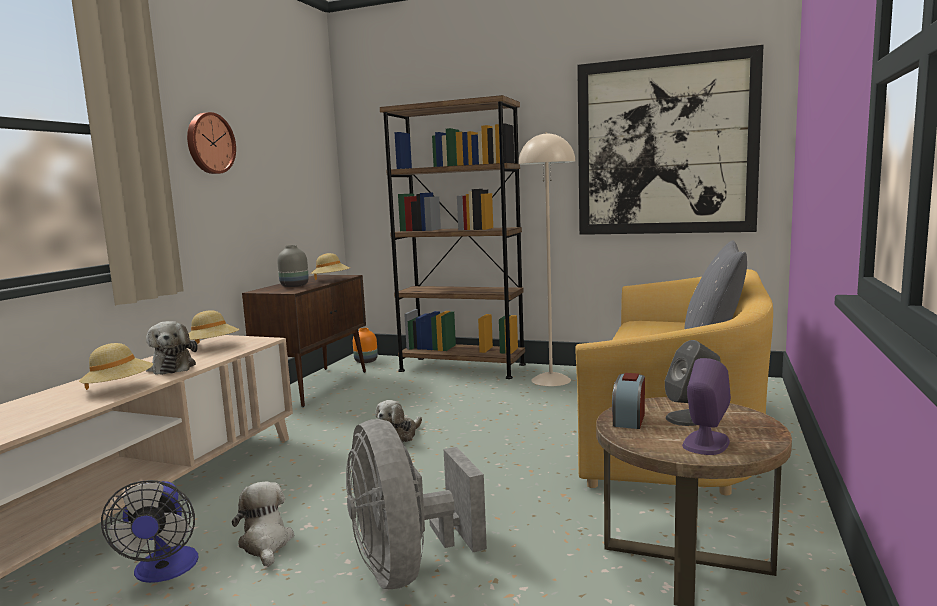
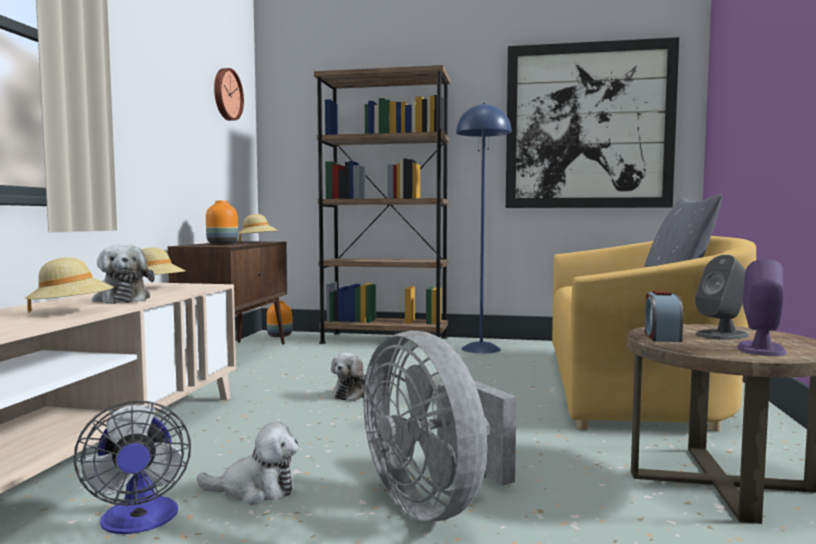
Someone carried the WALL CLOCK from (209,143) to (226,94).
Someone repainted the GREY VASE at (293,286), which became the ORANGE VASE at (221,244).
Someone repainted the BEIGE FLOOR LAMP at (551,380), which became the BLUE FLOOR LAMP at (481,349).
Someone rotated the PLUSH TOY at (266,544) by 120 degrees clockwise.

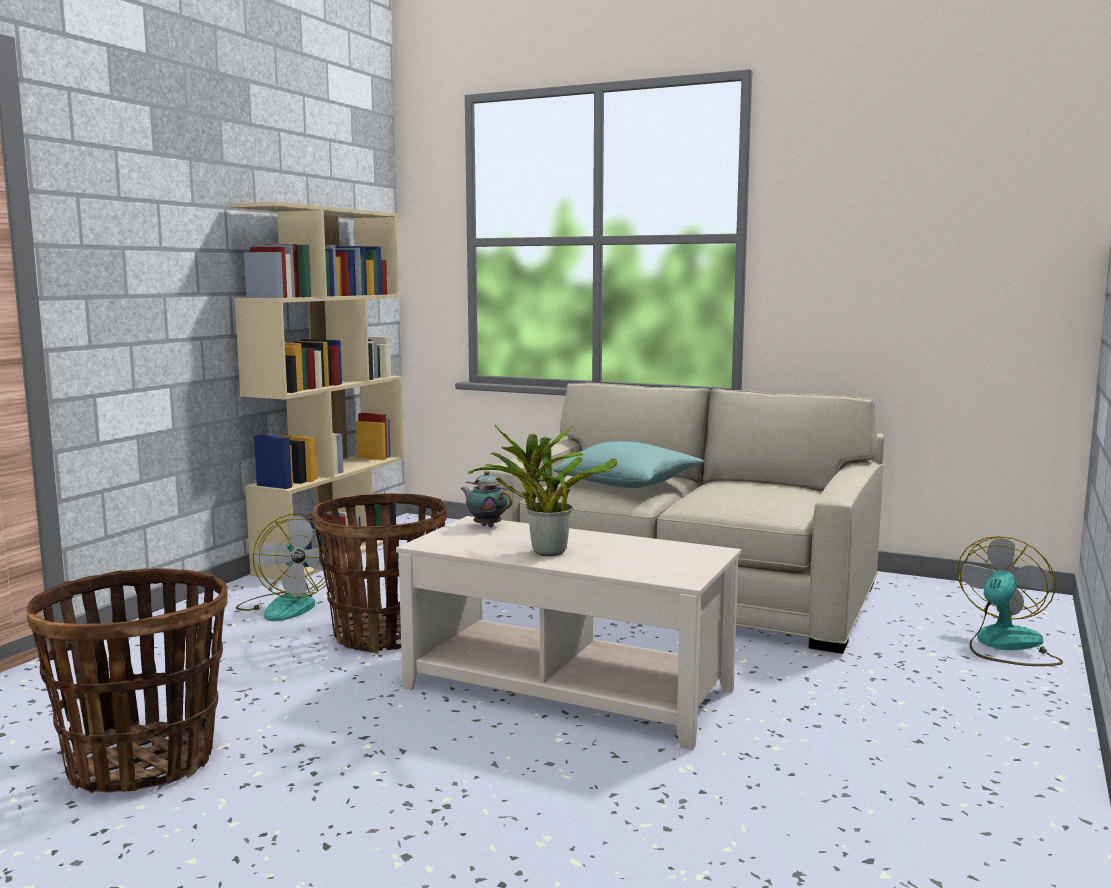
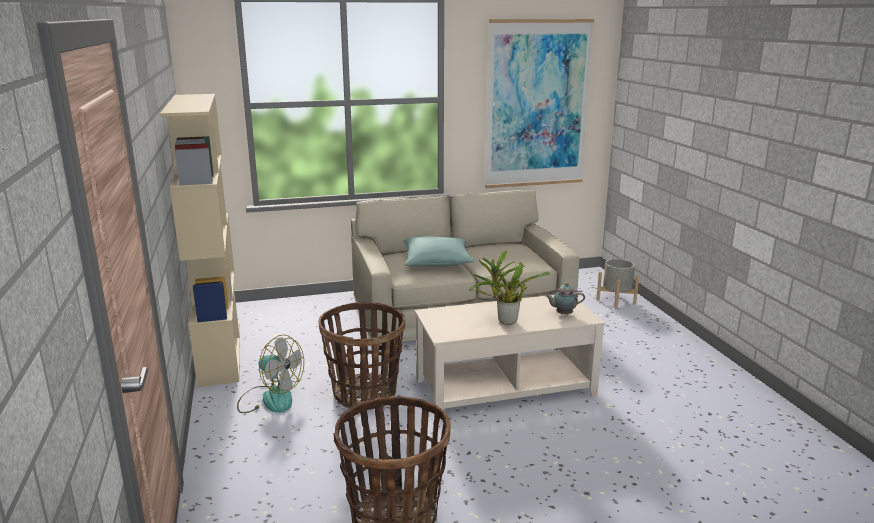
Someone put up the PICTURE at (537,105).
Someone carried the TEAPOT from (486,526) to (563,314).
Someone swapped the FAN at (1006,646) for the GREY PLANTER at (616,301).

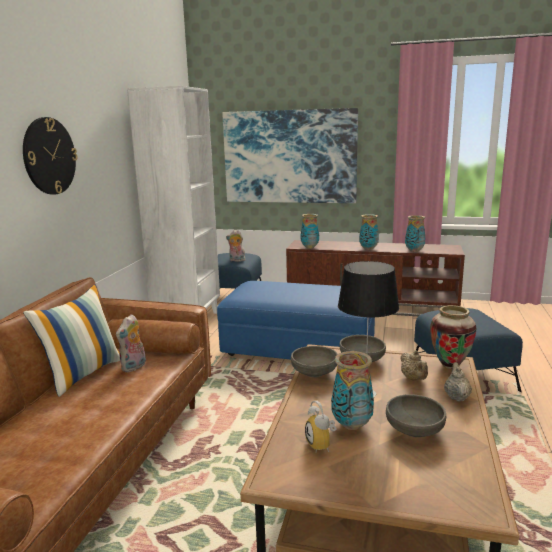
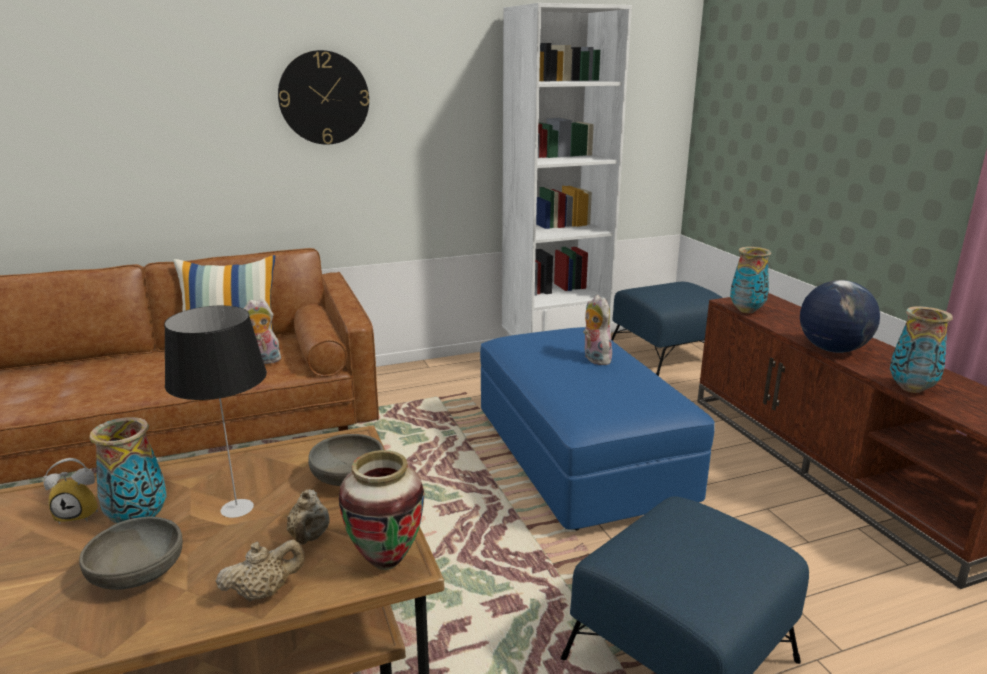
Someone took away the PICTURE at (289,157).
Someone took away the GREY BOWL at (314,373).
Someone carried the PLUSH TOY from (236,260) to (594,359).
Someone swapped the VASE at (368,249) for the GLOBE at (832,349).
Someone rotated the ALARM CLOCK at (322,445) by 135 degrees counterclockwise.
Someone rotated the BEIGE TEAPOT at (413,379) by 45 degrees counterclockwise.

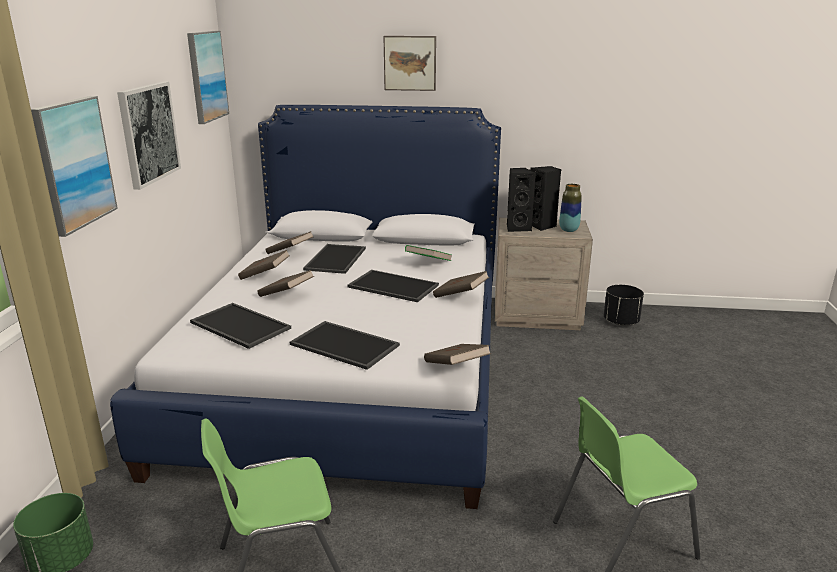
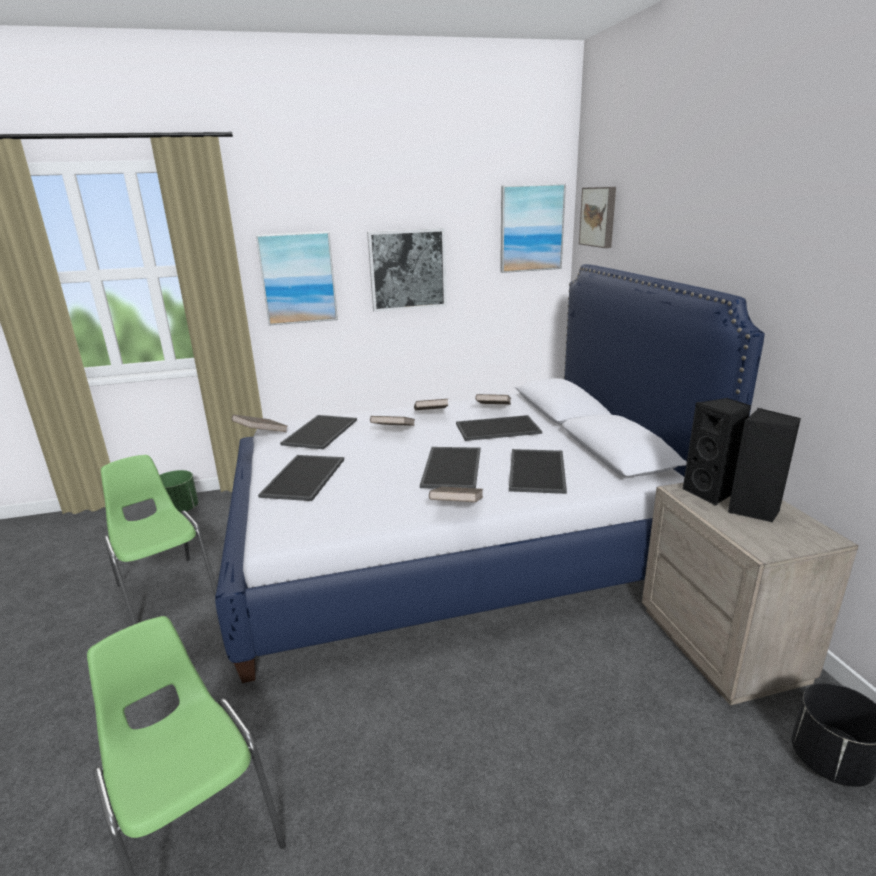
Someone took away the VASE at (568,230).
Someone carried the PICTURE from (410,63) to (599,217).
Someone carried the BROWN BOOK from (456,367) to (261,434).
Someone swapped the GREEN BOOK at (428,263) for the TRAY at (538,471).

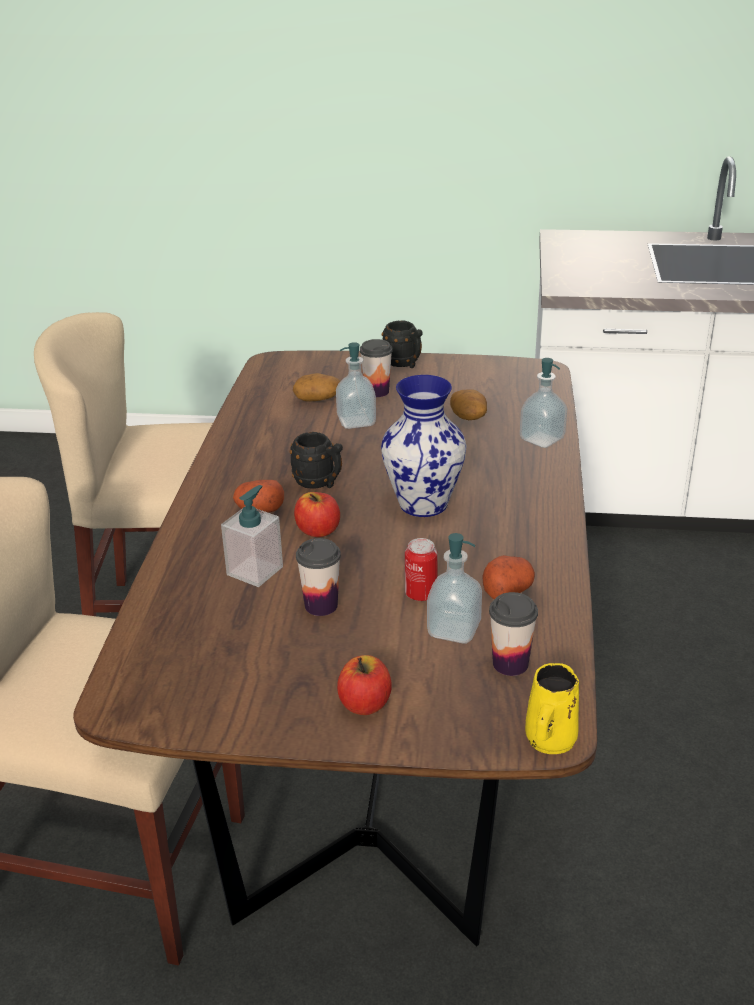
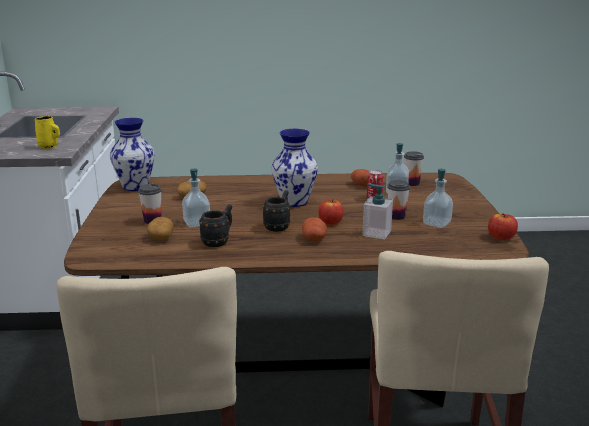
Someone put down the VASE at (136,186).
Someone carried the APPLE from (365,704) to (501,237).
Someone carried the BLACK MUG from (404,364) to (218,241).
Someone carried the SOAP DISPENSER from (542,439) to (436,223).
Someone carried the YELLOW MUG from (549,741) to (49,147).

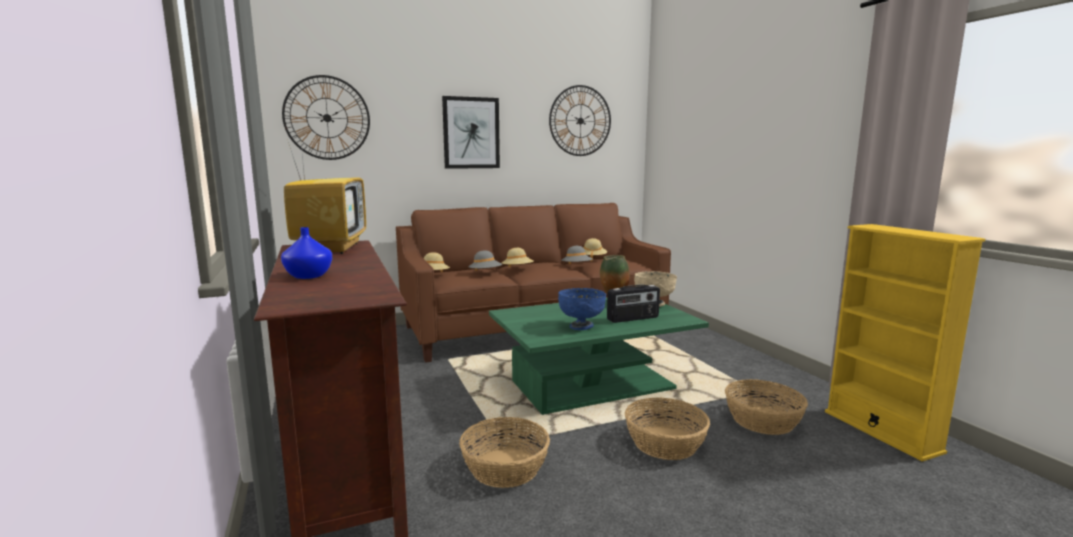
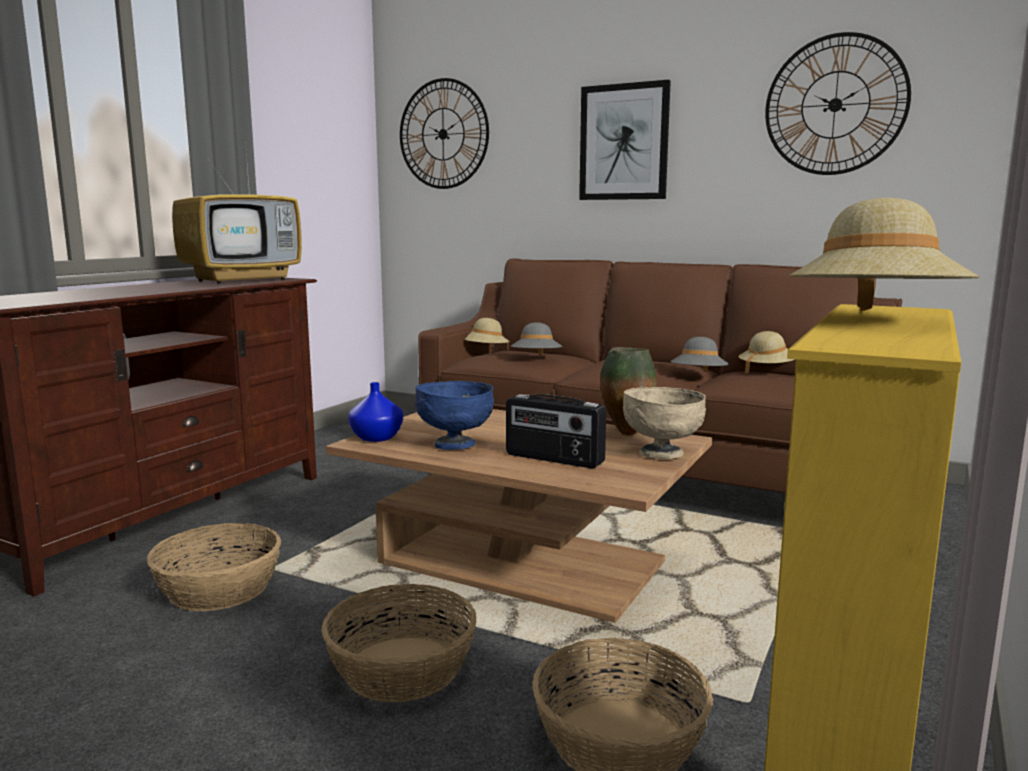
Someone carried the BLUE VASE from (308,276) to (376,437).
Someone carried the BEIGE HAT from (517,270) to (875,320).
Someone repainted the GREEN COFFEE TABLE at (593,385), which became the BROWN COFFEE TABLE at (522,563).

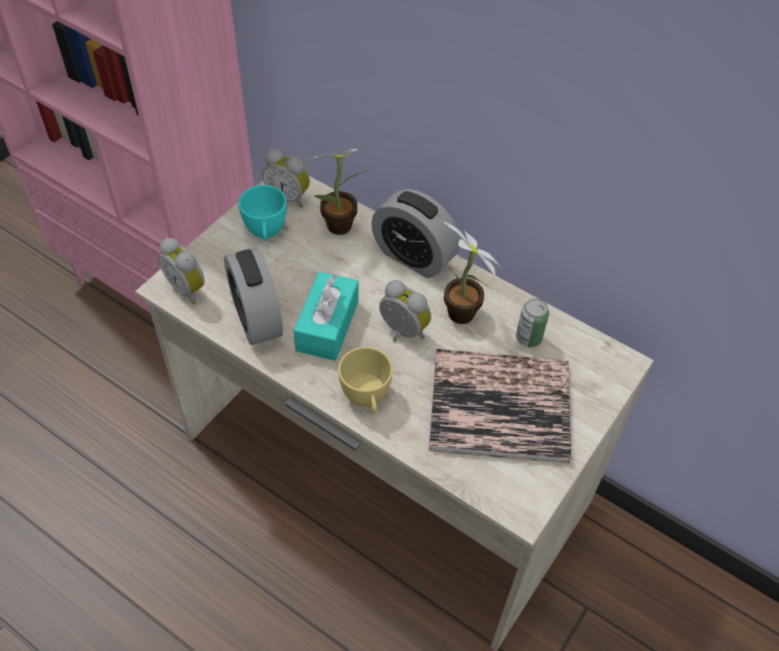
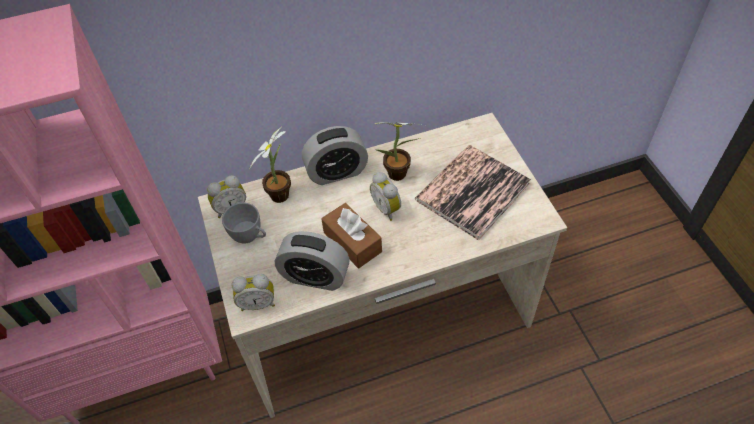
Someone took away the YELLOW CUP at (366,399).
Someone took away the CAN at (528,338).
Someone repainted the TURQUOISE CUP at (265,233), which became the GREY CUP at (250,236).
Someone repainted the TURQUOISE TISSUE BOX at (327,326), which became the BROWN TISSUE BOX at (352,242).
Someone rotated the ALARM CLOCK at (402,332) by 105 degrees counterclockwise.

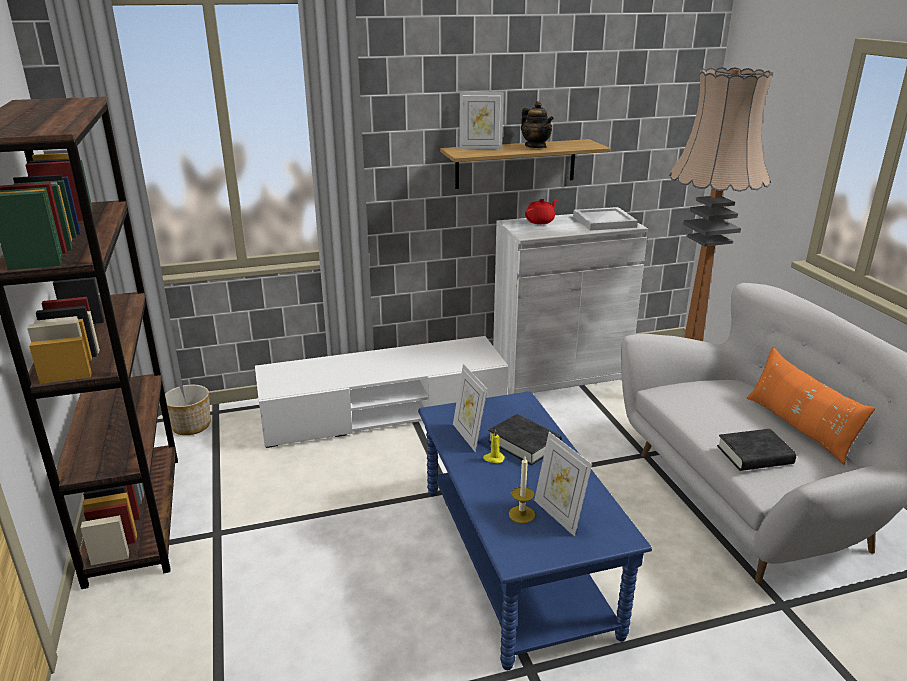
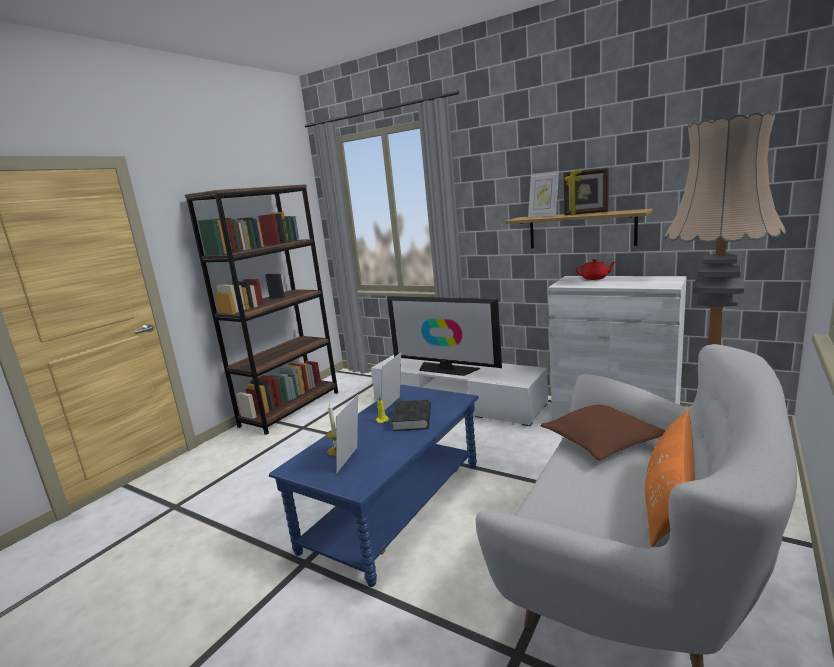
Someone took away the PLANTER at (192,426).
Someone took away the WHITE TRAY at (605,222).
Someone took away the BLACK BOOK at (754,455).
Someone put down the TELEVISION at (446,369).
Someone put down the BROWN PILLOW at (601,441).
Someone swapped the TEAPOT at (536,146) for the PICTURE FRAME at (585,214).

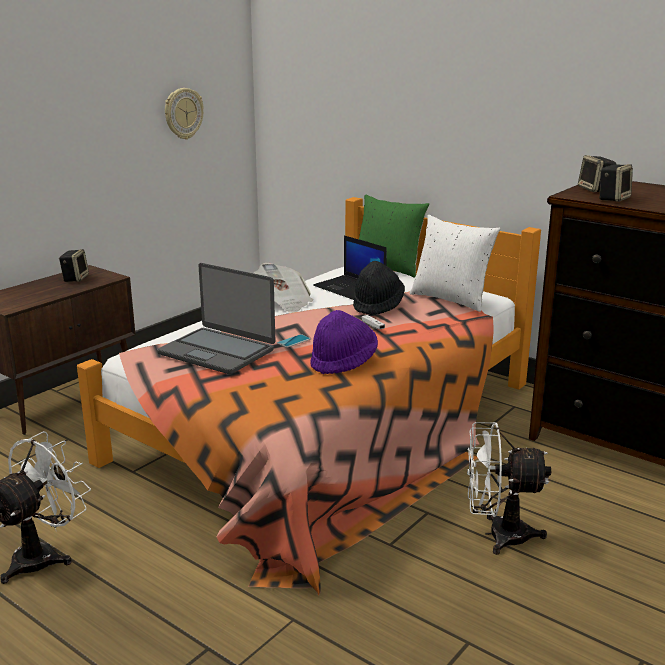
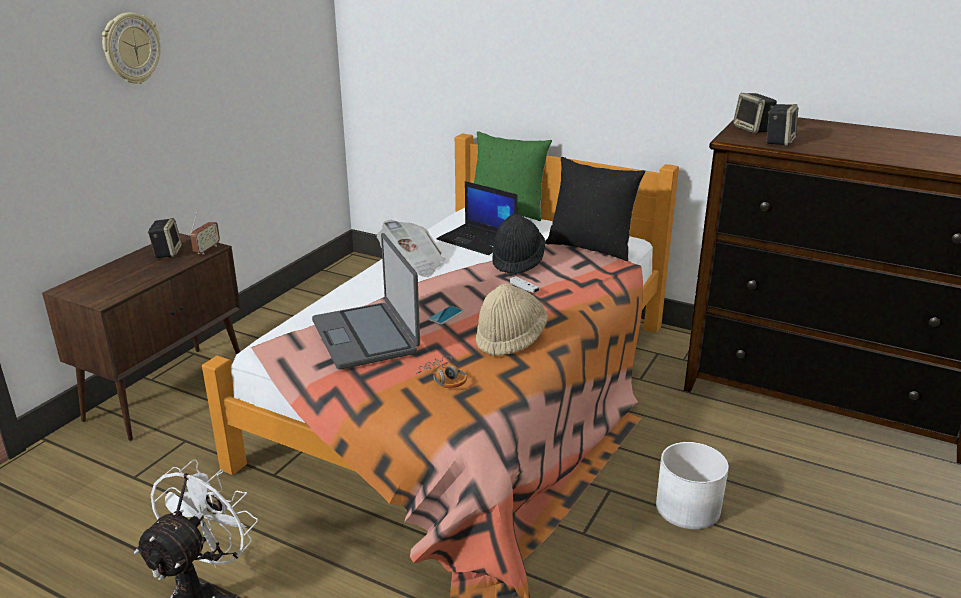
Someone put down the RADIO at (207,249).
Someone put down the HEADPHONES at (444,378).
Someone carried the WALL CLOCK from (183,113) to (131,48).
Someone swapped the WHITE FAN at (497,535) for the WHITE PLANTER at (688,508).
Someone repainted the PURPLE HAT at (343,362), which became the BEIGE HAT at (510,339).
Someone repainted the WHITE PILLOW at (451,299), which became the BLACK PILLOW at (591,247).
Someone rotated the LAPTOP at (217,351) by 45 degrees clockwise.

